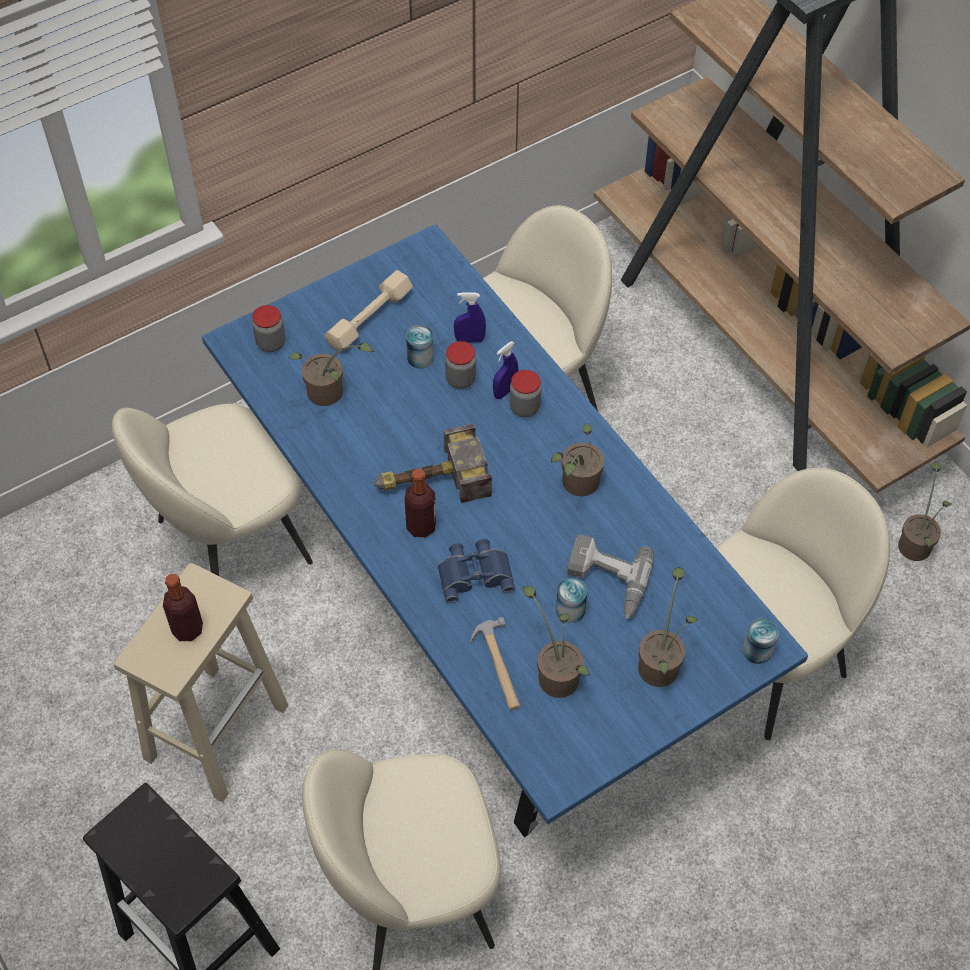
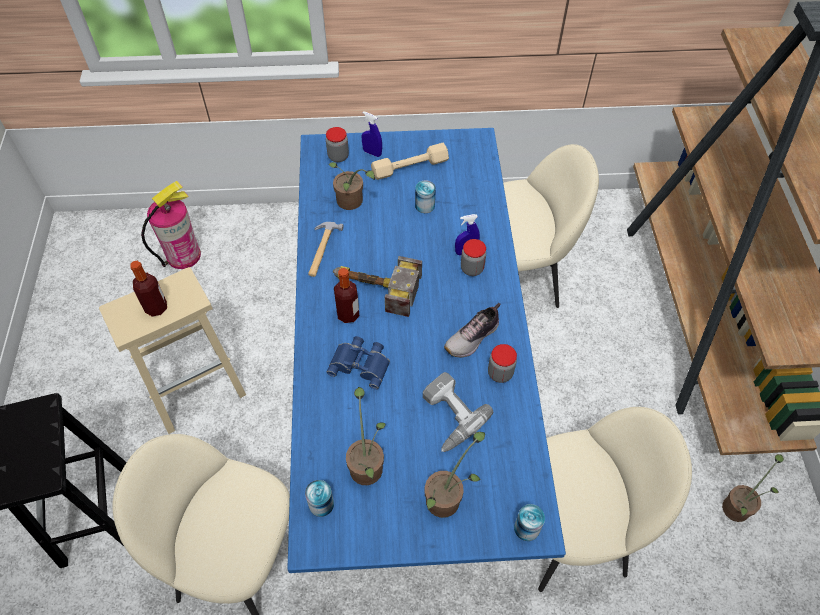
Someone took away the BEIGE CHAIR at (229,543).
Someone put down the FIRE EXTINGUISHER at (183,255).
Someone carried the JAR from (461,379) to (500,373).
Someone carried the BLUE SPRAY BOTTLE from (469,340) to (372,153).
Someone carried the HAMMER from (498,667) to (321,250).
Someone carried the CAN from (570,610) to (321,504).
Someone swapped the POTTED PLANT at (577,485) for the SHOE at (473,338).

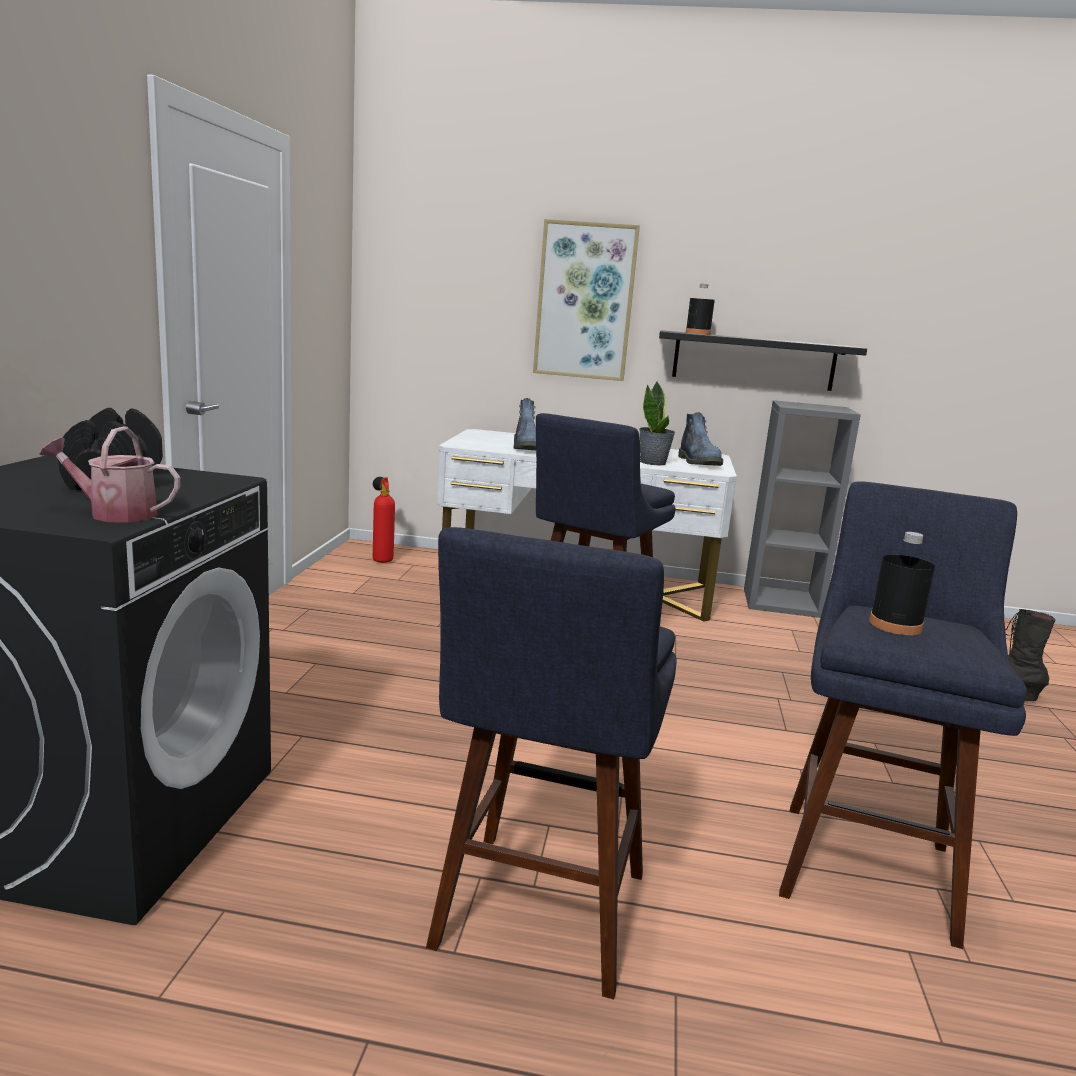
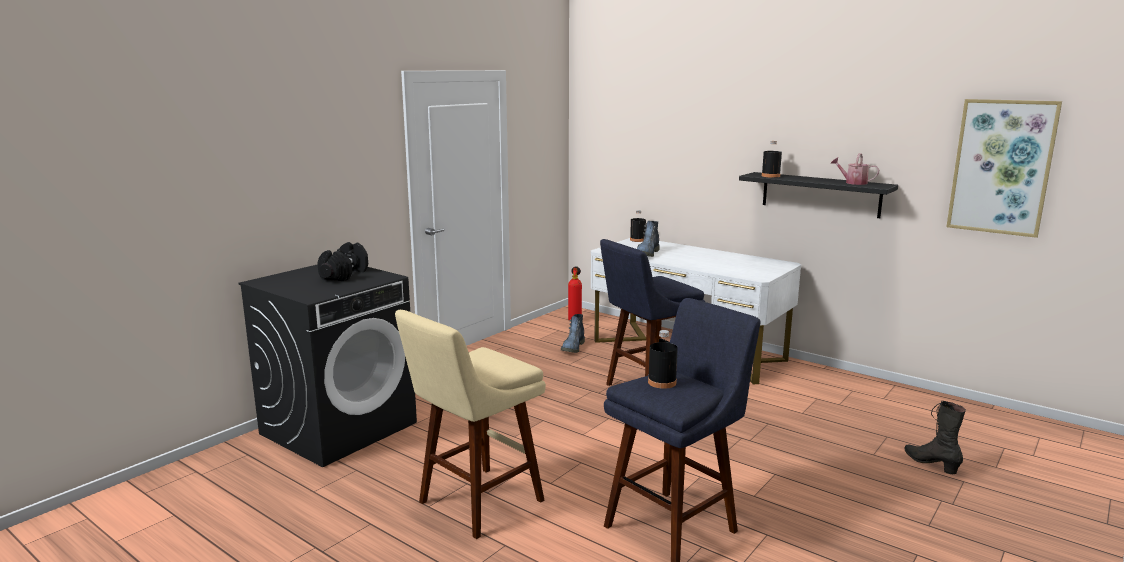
Someone took away the POTTED PLANT at (653,462).
Someone took away the GREY BOOKCASE at (782,603).
Someone put down the BLACK BOTTLE at (637,240).
Someone carried the WATERING CAN from (115,513) to (853,183).
Someone carried the PICTURE from (585,301) to (1001,167).
Someone carried the BOOT from (699,462) to (573,348).
Someone repainted the BLUE STOOL at (537,919), which became the BEIGE STOOL at (475,504).

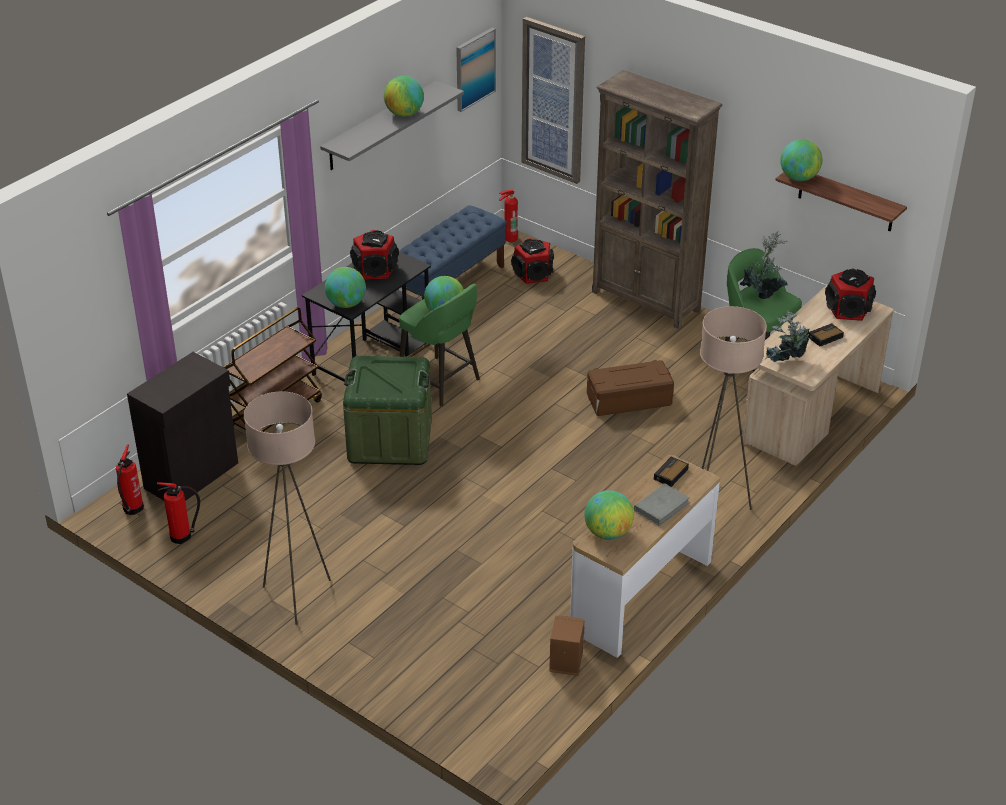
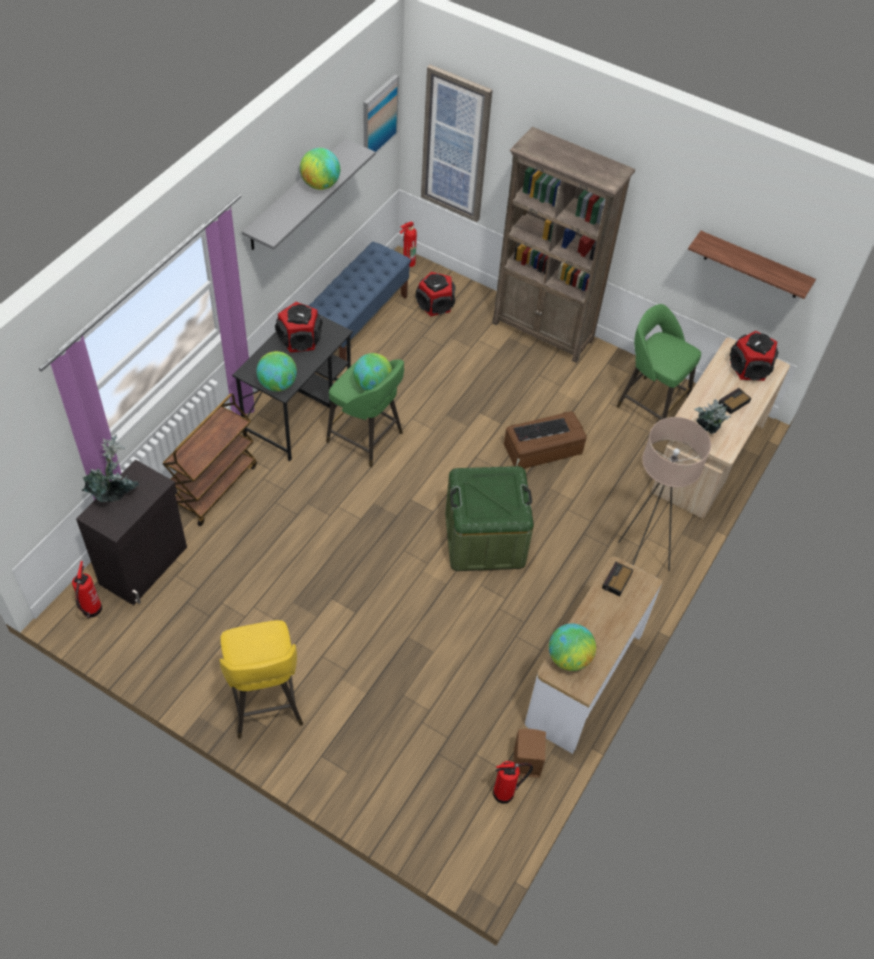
Someone took away the GREY BOOK at (661,506).
Someone took away the GLOBE at (799,178).
Someone put down the KEYBOARD at (541,430).
Someone carried the FIRE EXTINGUISHER from (183,536) to (505,793).
Someone carried the GREEN STORAGE BOX from (390,440) to (484,539).
Someone carried the POTTED PLANT from (762,294) to (114,494).
Someone swapped the BEIGE FLOOR LAMP at (297,596) for the YELLOW STOOL at (265,705).

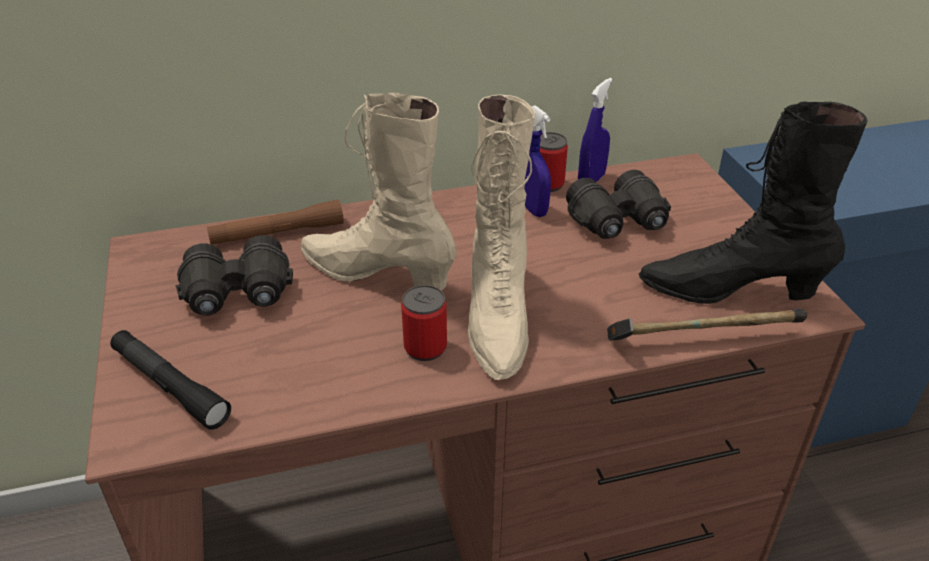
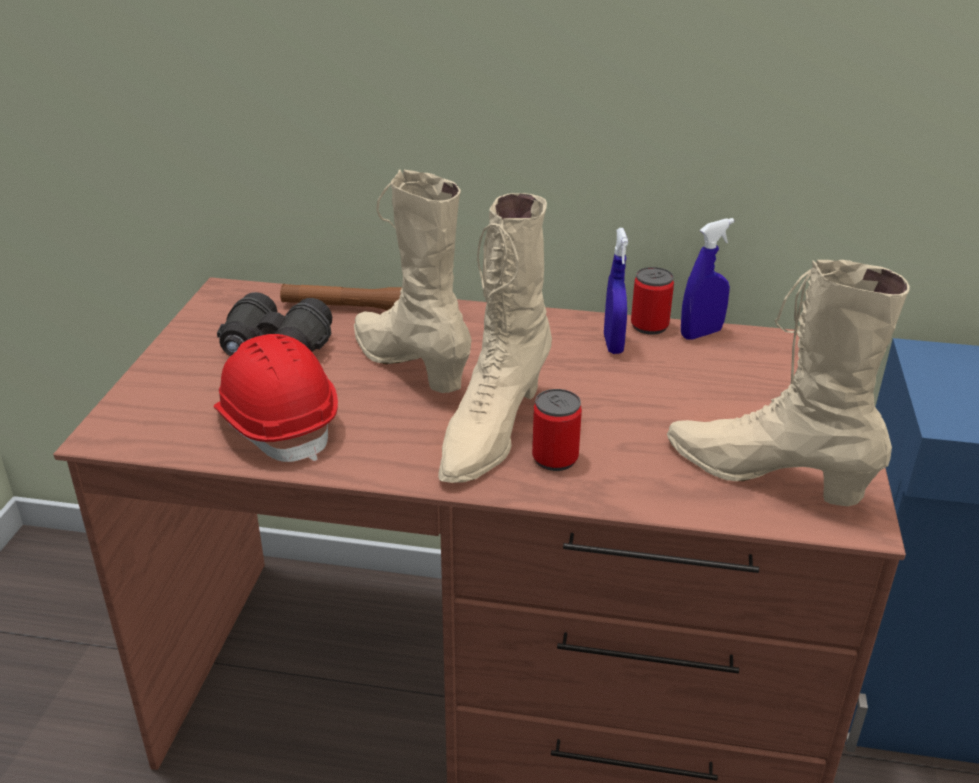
Someone took away the BLACK FLASHLIGHT at (170,386).
Someone took away the BLACK BINOCULARS at (618,222).
Someone took away the HAMMER at (697,341).
Someone put down the RED HARD HAT at (277,425).
Someone carried the CAN from (425,348) to (555,458).
Someone repainted the BLACK BOOT at (730,290), which became the BEIGE BOOT at (766,476).

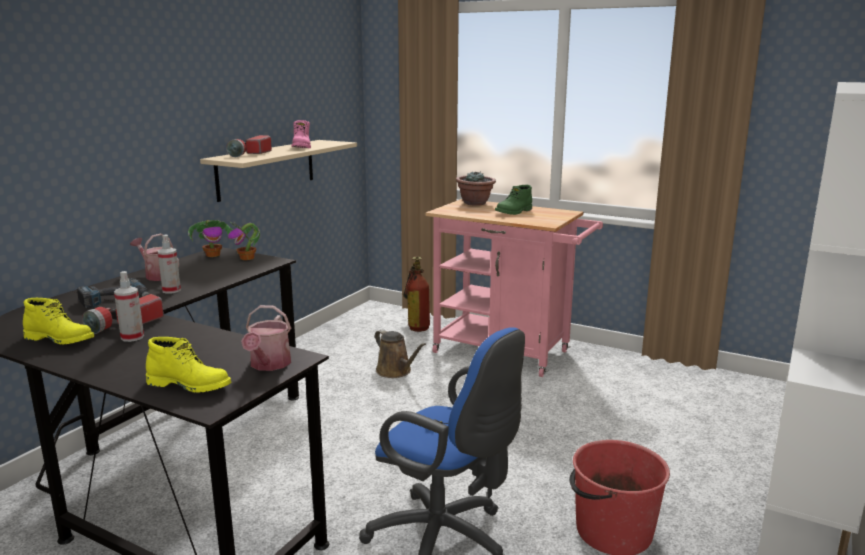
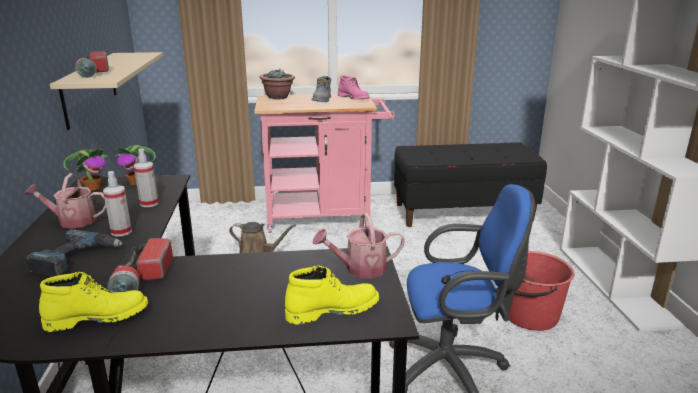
Someone took away the FIRE EXTINGUISHER at (416,325).
Someone put down the BLACK BENCH at (463,212).
Someone carried the SPRAY BOTTLE from (132,337) to (149,203).
Someone carried the PINK BOOT from (302,147) to (354,98).
Someone repainted the GREEN BOOT at (514,212), which became the GREY BOOT at (322,100).
Someone rotated the WATERING CAN at (268,365) by 105 degrees clockwise.

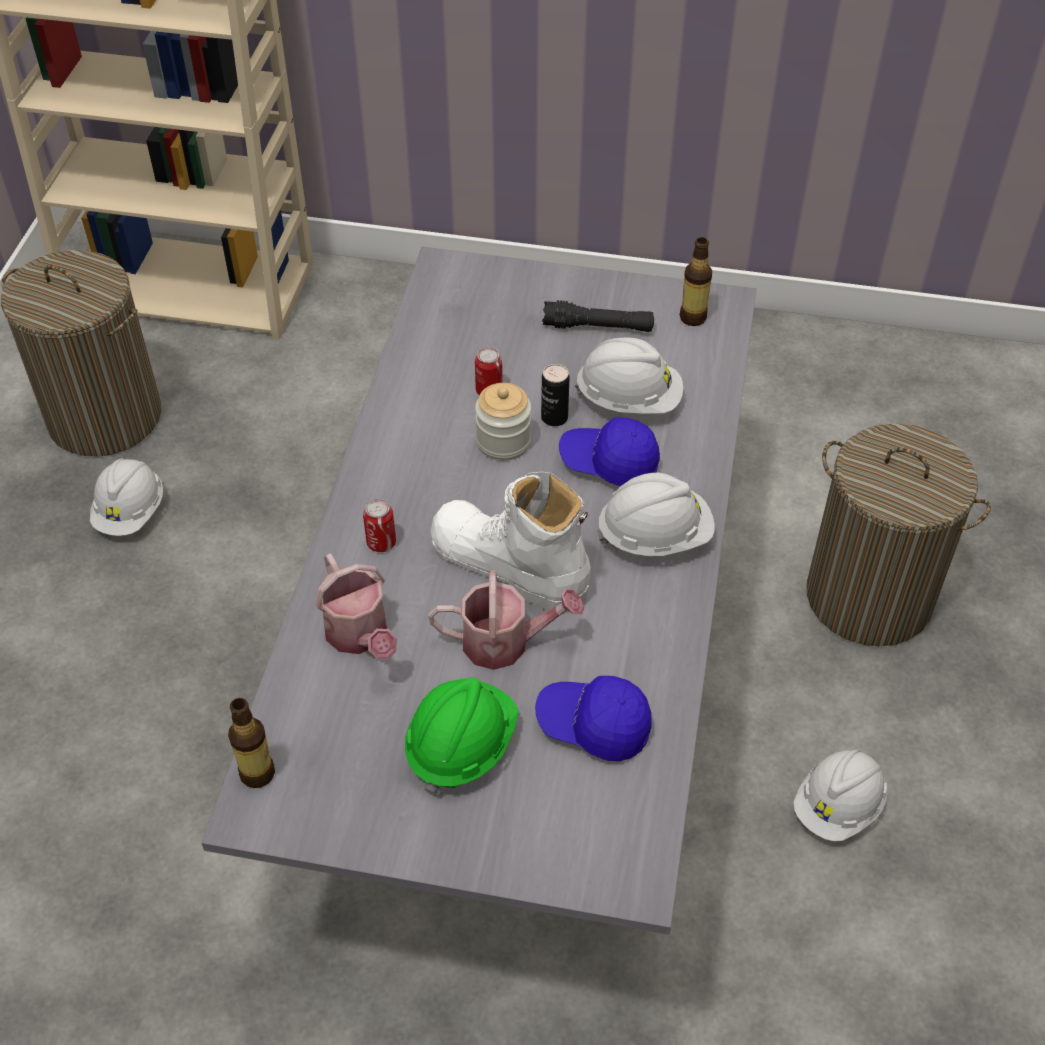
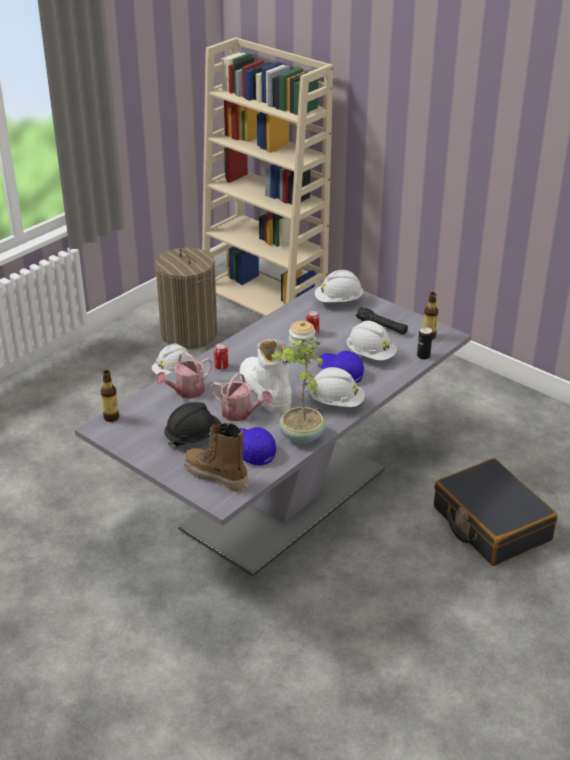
Someone put down the BOOT at (216,476).
Someone put down the POTTED PLANT at (301,436).
Someone carried the CAN from (554,417) to (423,356).
Someone carried the WHITE HARD HAT from (838,807) to (338,301).
Someone swapped the LAUNDRY BASKET at (869,597) for the BLACK SUITCASE at (490,524).
Someone repainted the GREEN HARD HAT at (461,746), which became the BLACK HARD HAT at (193,437).
Someone rotated the WATERING CAN at (360,635) by 45 degrees clockwise.

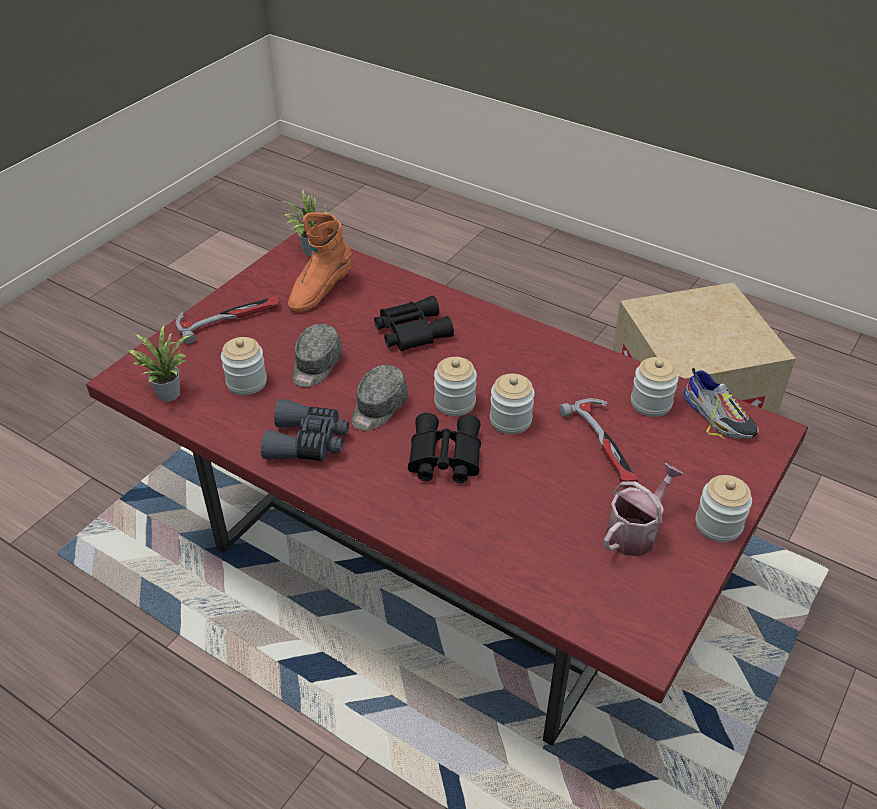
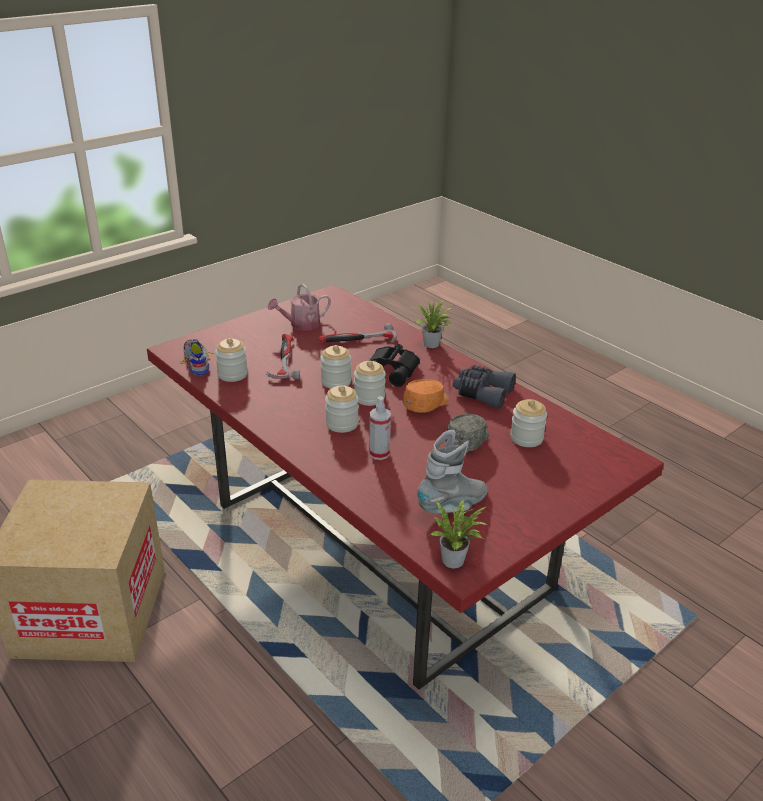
Someone carried the POTTED PLANT from (167,392) to (432,345).
Someone carried the HAMMER from (229,318) to (357,340).
Someone carried the JAR from (718,525) to (342,424).
Someone swapped the BLACK BINOCULARS at (411,330) for the SPRAY BOTTLE at (379,453).
Someone repainted the ORANGE BOOT at (320,292), which became the GREY BOOT at (453,506).
Someone repainted the GREY CAP at (378,408), which became the ORANGE CAP at (426,404).

